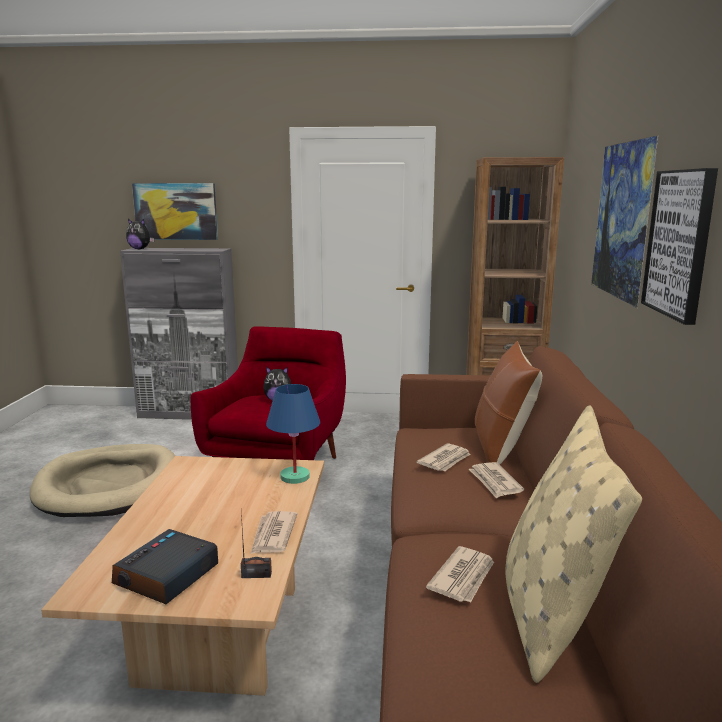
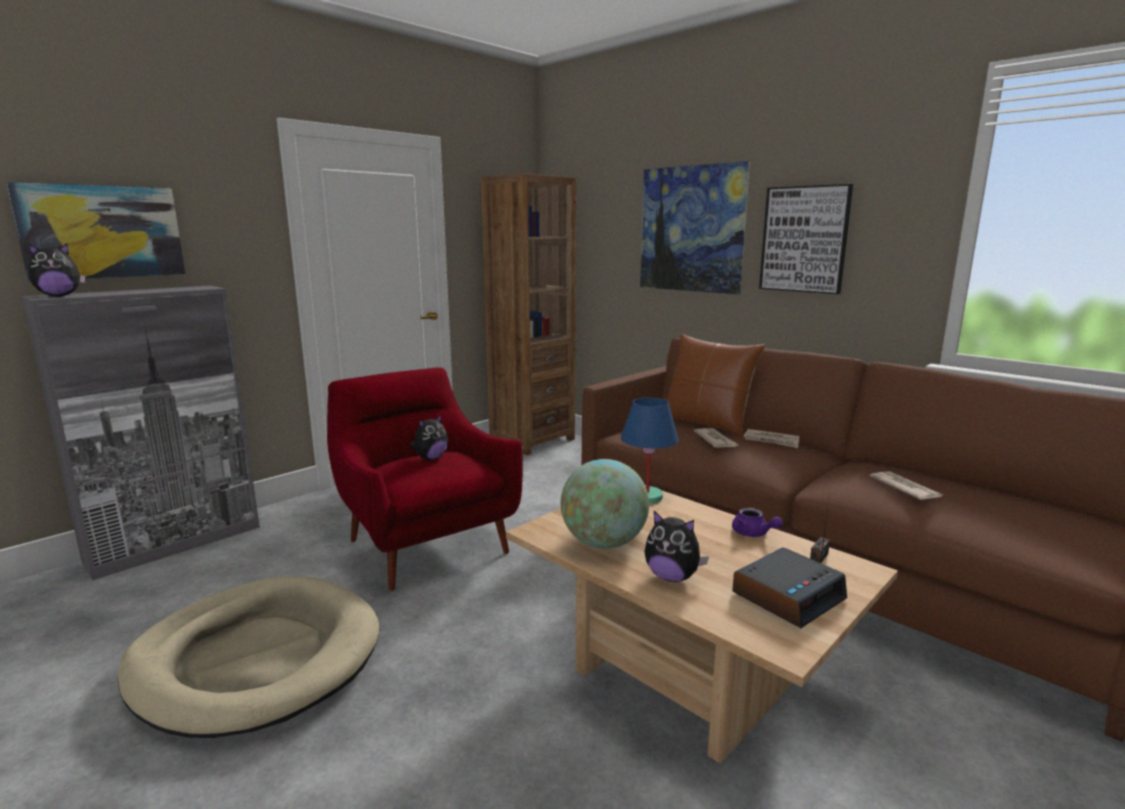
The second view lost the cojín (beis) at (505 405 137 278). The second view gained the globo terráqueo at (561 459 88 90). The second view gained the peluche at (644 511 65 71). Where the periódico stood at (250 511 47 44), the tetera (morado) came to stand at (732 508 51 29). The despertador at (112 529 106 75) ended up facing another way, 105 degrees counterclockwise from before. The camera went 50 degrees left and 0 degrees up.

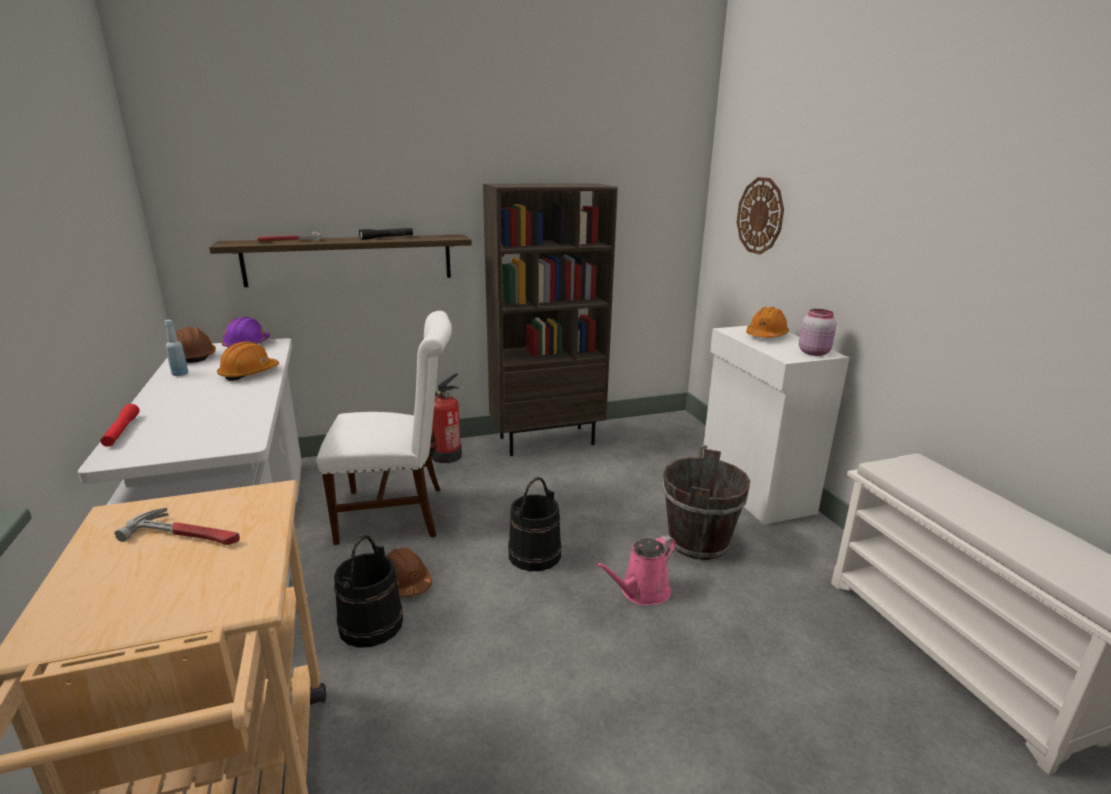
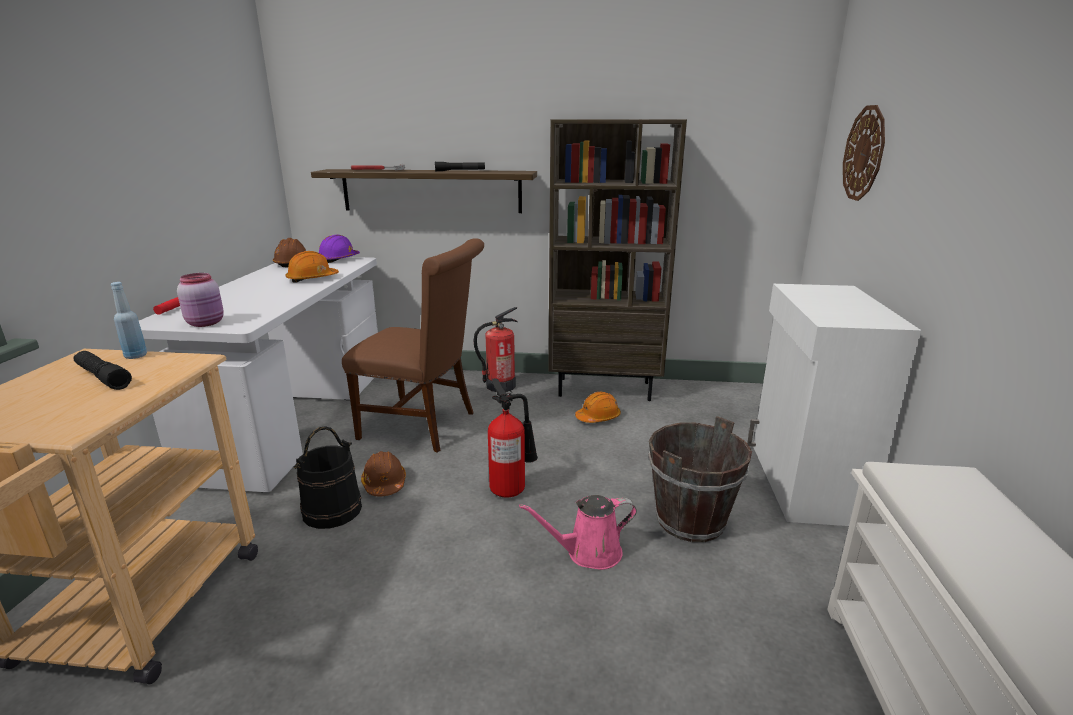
The botella (azul) ended up elsewhere, having gone from (164 320 24 56) to (111 282 36 77). The casco (naranja) ended up elsewhere, having gone from (746 307 43 31) to (575 392 46 31). The tarro (rosa) ended up elsewhere, having gone from (799 309 37 47) to (177 273 47 54). Where the martillo stood at (114 508 126 37), the linterna (negro) came to stand at (73 351 59 39). Where the cubo (negro) stood at (508 477 54 94), the extintor came to stand at (488 378 50 120). What was the silla (blanco) at (317 311 135 234) turned into the silla (marrón) at (342 238 142 214). The camera went 25 degrees right and 0 degrees up.

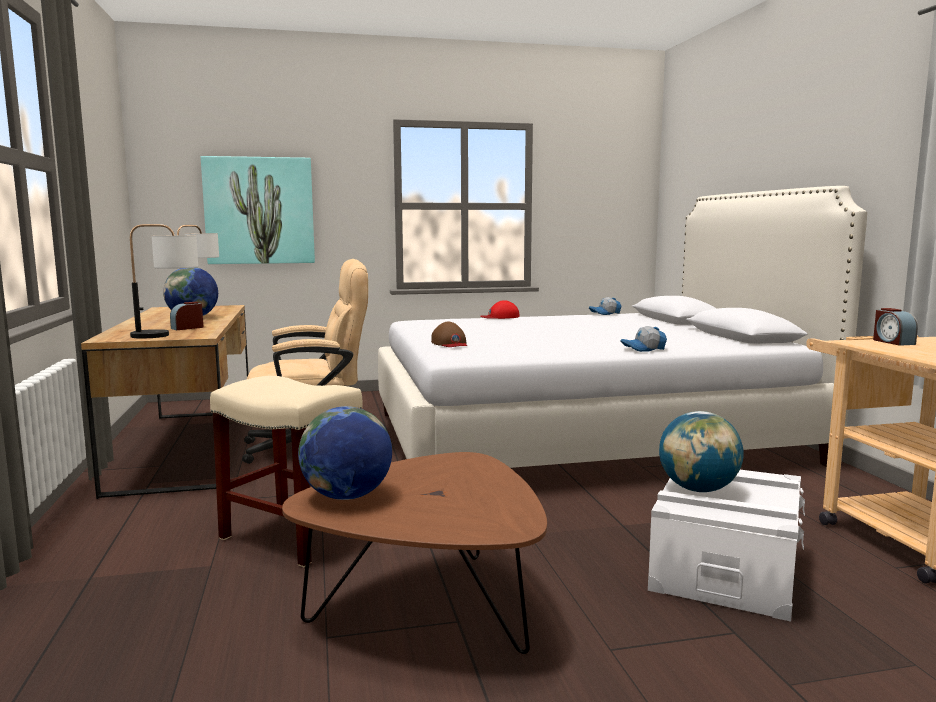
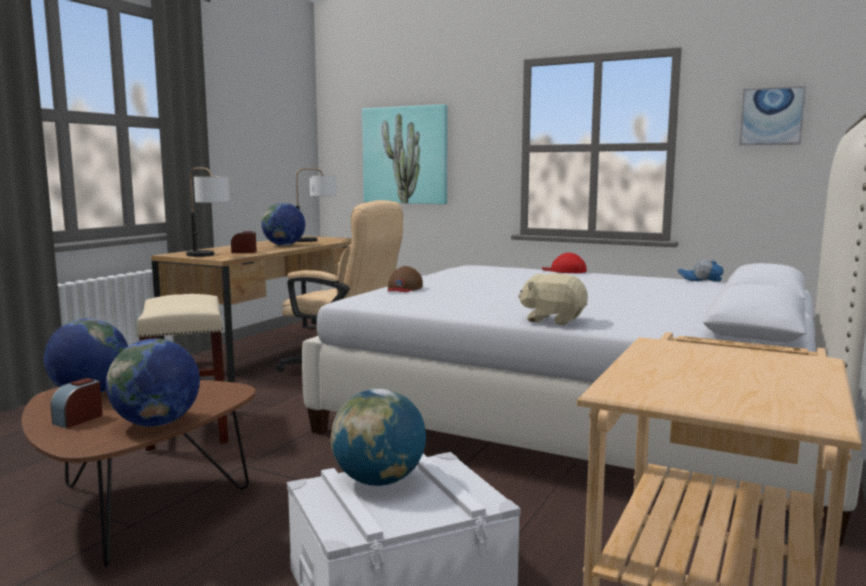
The second view gained the globo terráqueo at (106 339 94 87). The second view gained the cuadro at (739 86 67 59). The despertador ended up elsewhere, having gone from (873 308 45 38) to (51 378 52 50). Where the gorra stood at (620 326 47 26), the peluche (beis) came to stand at (518 273 70 52). The camera went 40 degrees right and 0 degrees up.

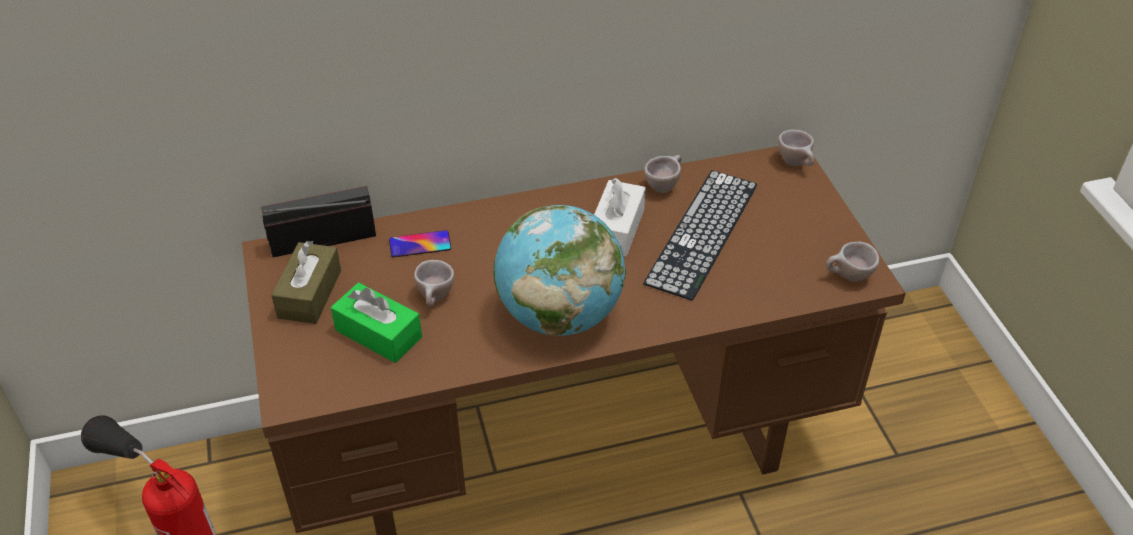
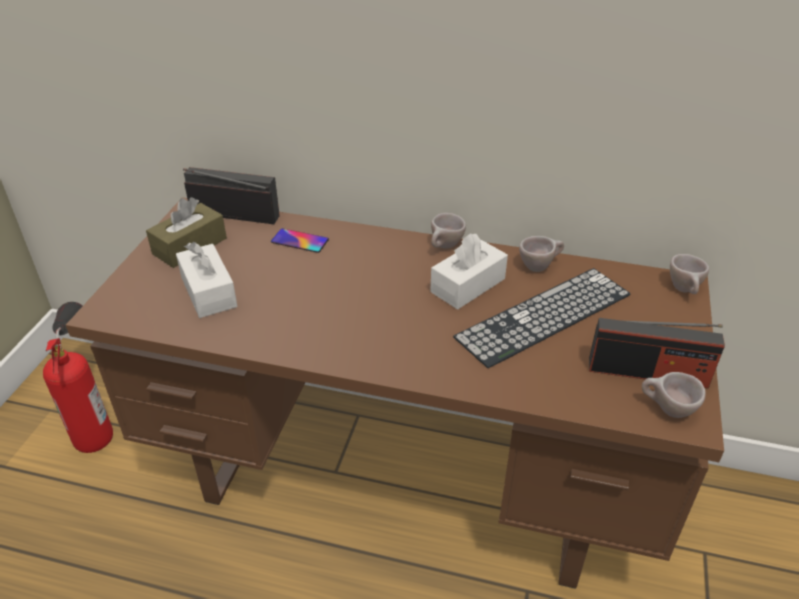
The second view lost the globo terráqueo at (494 205 132 131). The second view gained the radio at (589 318 136 70). The taza (beis) ended up elsewhere, having gone from (414 260 40 47) to (431 213 35 35). What was the caja de pañuelos (verde) at (331 282 91 81) turned into the caja de pañuelos (blanco) at (176 242 61 76). The camera went 30 degrees right and 5 degrees down.

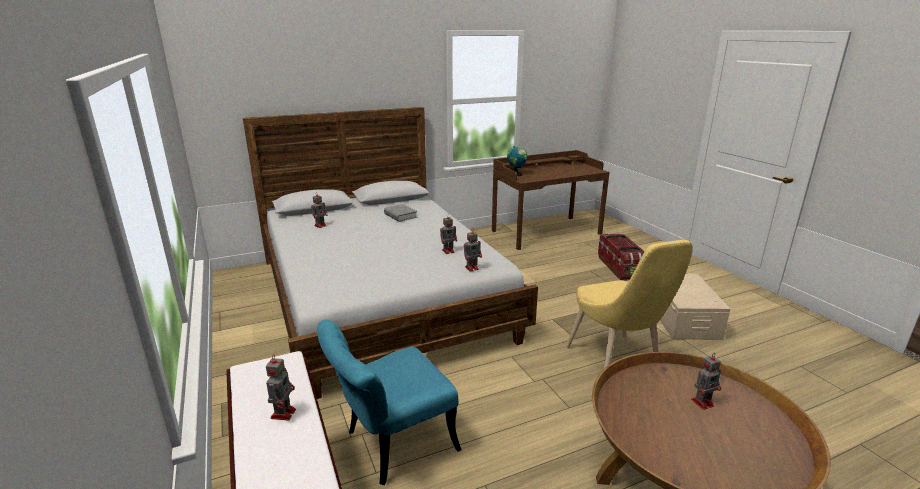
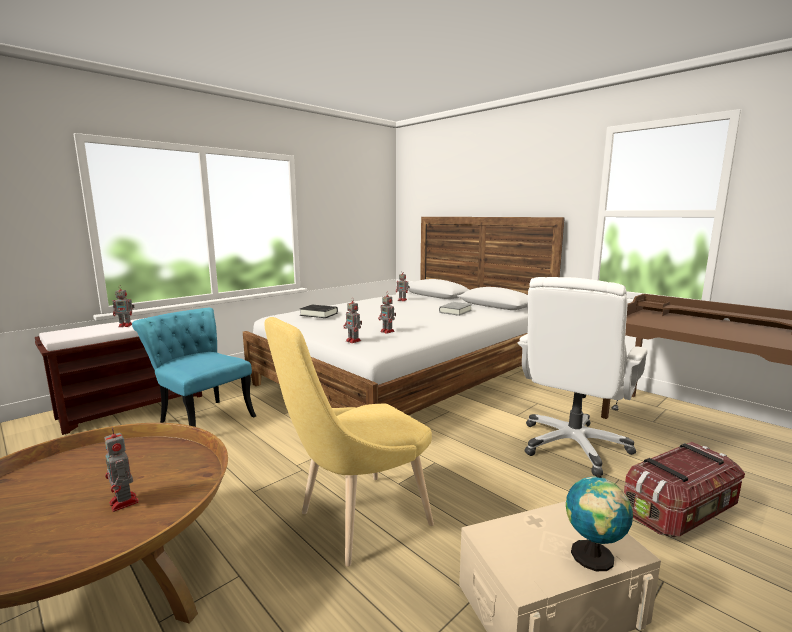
The second view gained the libro (negro) at (300 305 38 13). The second view gained the silla de oficina (blanco) at (518 277 130 199). The globo terráqueo ended up elsewhere, having gone from (507 146 20 30) to (566 474 67 97). The camera went 70 degrees right and 10 degrees down.

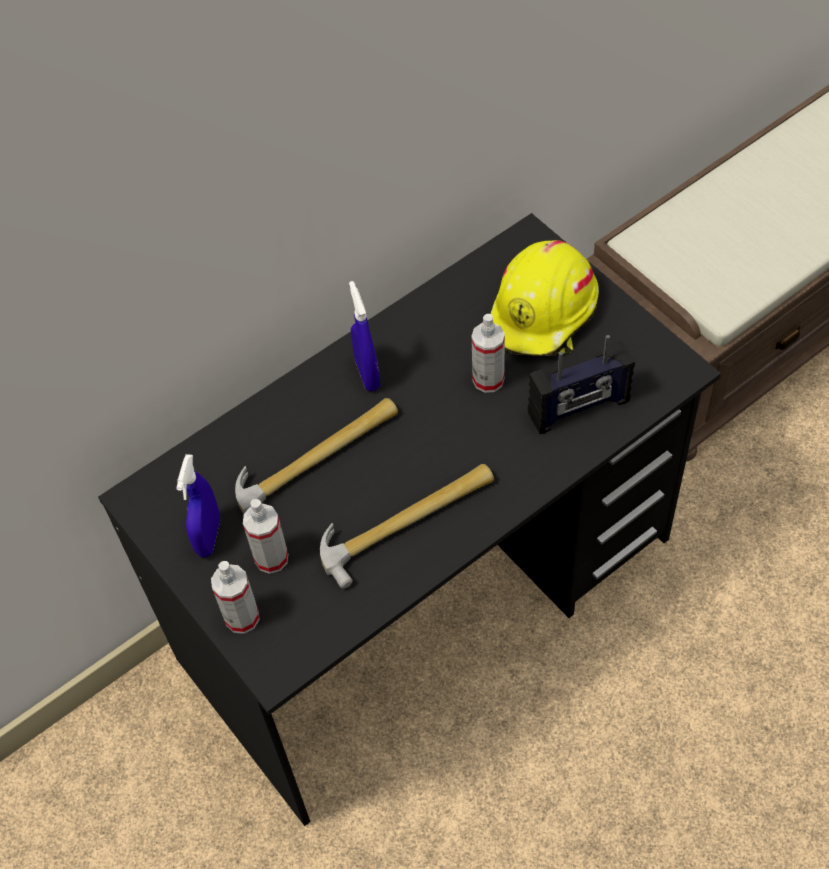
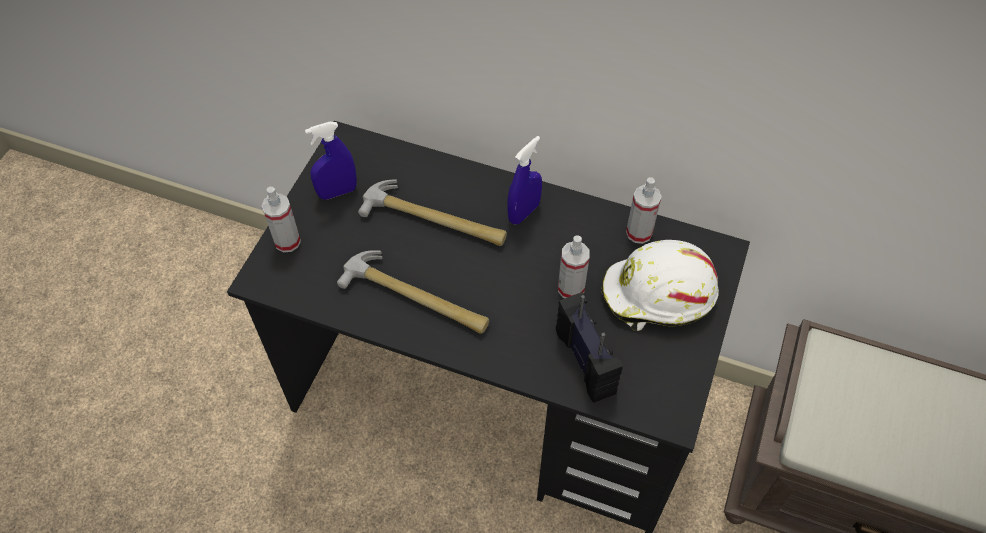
The pulverizador ended up elsewhere, having gone from (243 499 45 75) to (626 177 36 67). What was the casco (amarillo) at (490 240 109 116) turned into the casco (blanco) at (601 240 118 91). The radio at (528 335 107 99) ended up facing another way, 150 degrees counterclockwise from before. The camera went 55 degrees right and 0 degrees up.

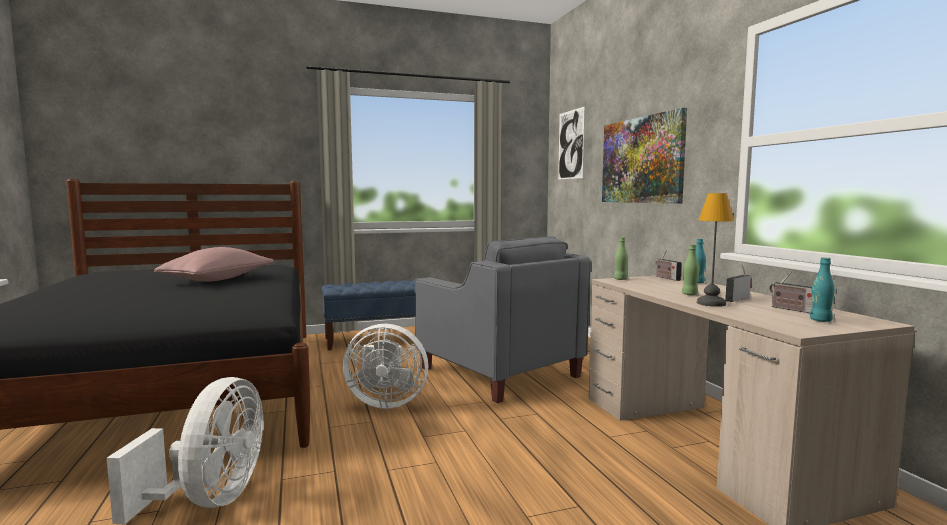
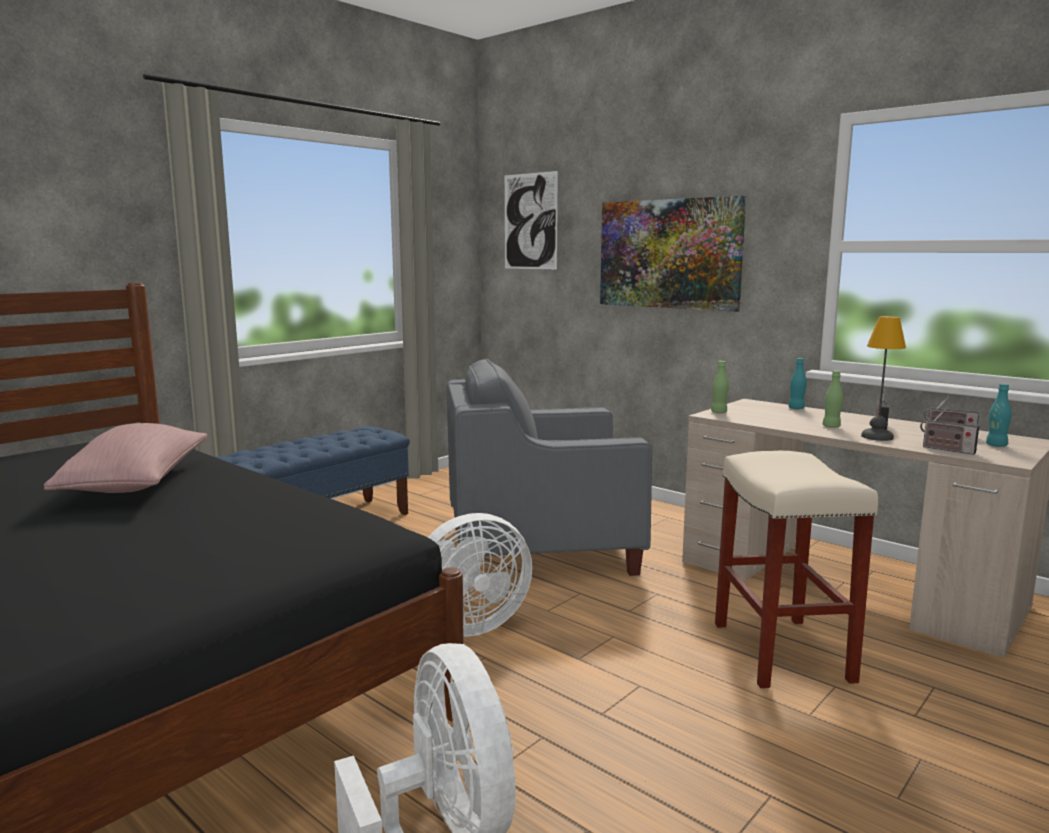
The second view gained the taburete (beis) at (715 451 163 237). The radio ended up elsewhere, having gone from (656 250 26 31) to (920 407 59 48). The sillón (gris) at (415 237 176 166) ended up facing another way, 150 degrees clockwise from before. The camera went 30 degrees left and 5 degrees up.

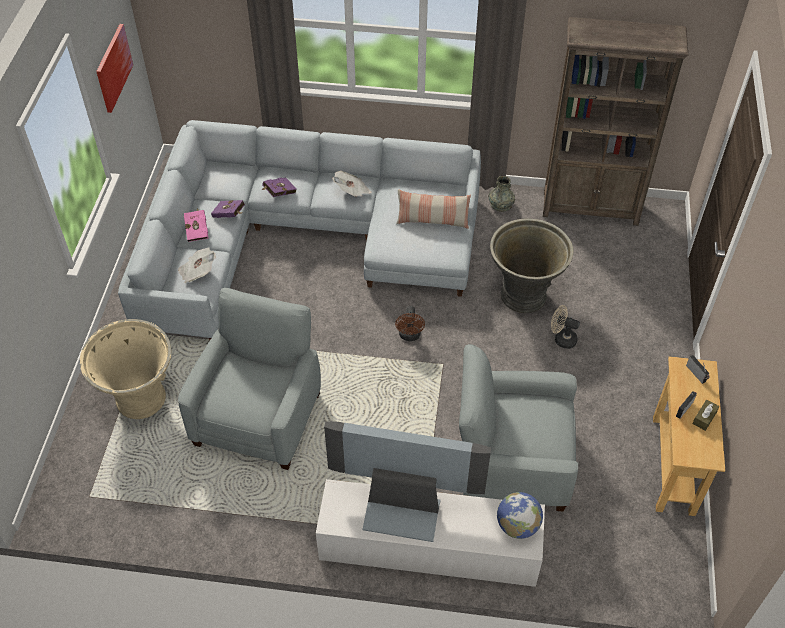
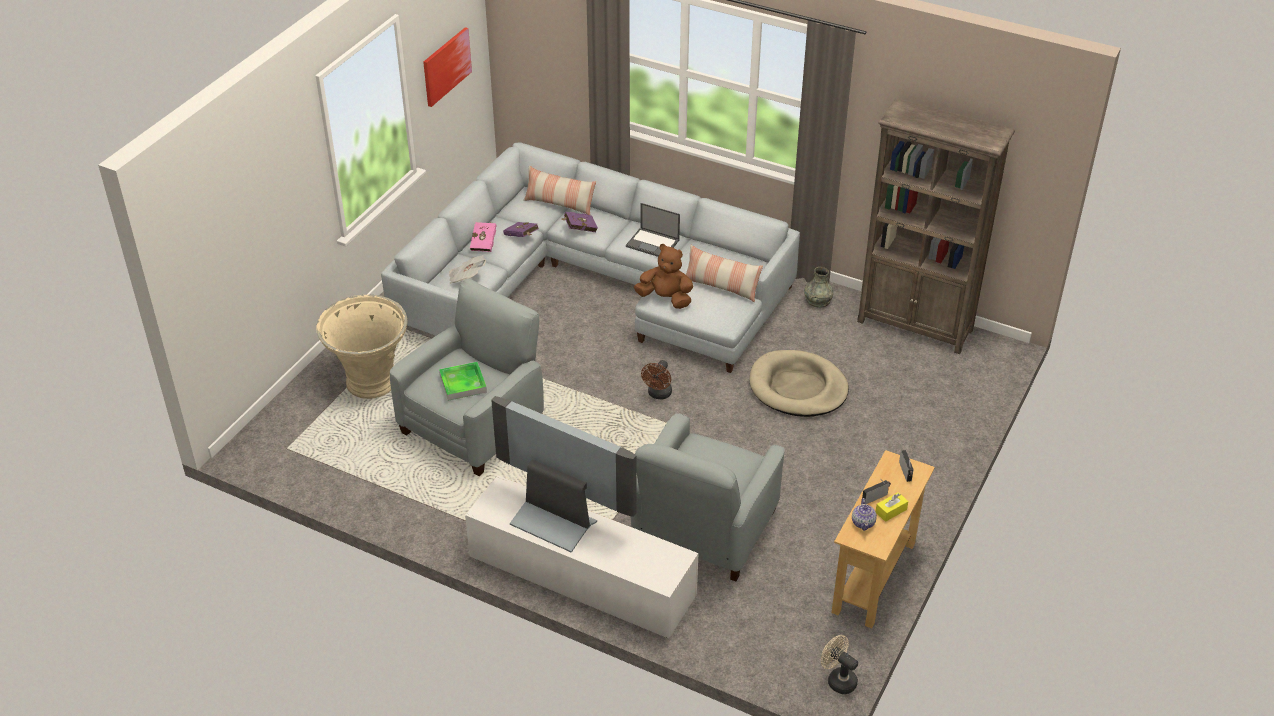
The second view lost the globo terráqueo at (497 492 46 47). The second view gained the bandeja at (439 362 48 39). The second view gained the cojín at (523 166 73 49). The second view gained the peluche (marrón) at (634 244 59 65). The second view gained the tetera at (852 498 25 33). The ventilador (beis) ended up elsewhere, having gone from (551 305 29 44) to (821 635 37 59). Where the periódico stood at (332 171 39 26), the portátil came to stand at (626 203 54 54). Where the maceta (gris) stood at (490 218 84 95), the cama para perro (beis) came to stand at (749 350 100 67). What was the caja de pañuelos (marrón) at (692 400 27 31) turned into the caja de pañuelos (amarillo) at (876 492 32 30). The sillón (gris) at (459 344 119 167) ended up facing another way, 90 degrees counterclockwise from before. The camera went 20 degrees right and 10 degrees down.

